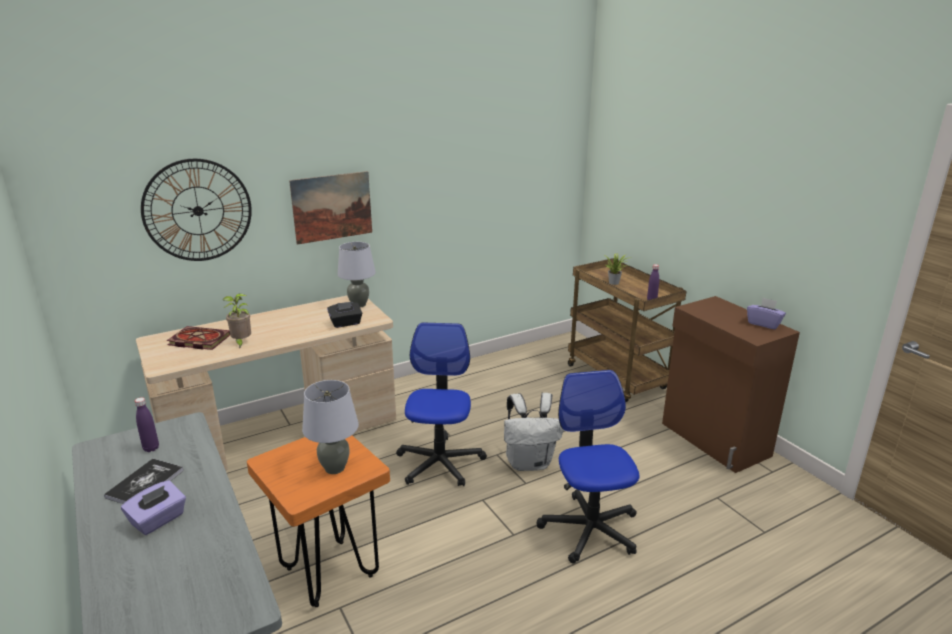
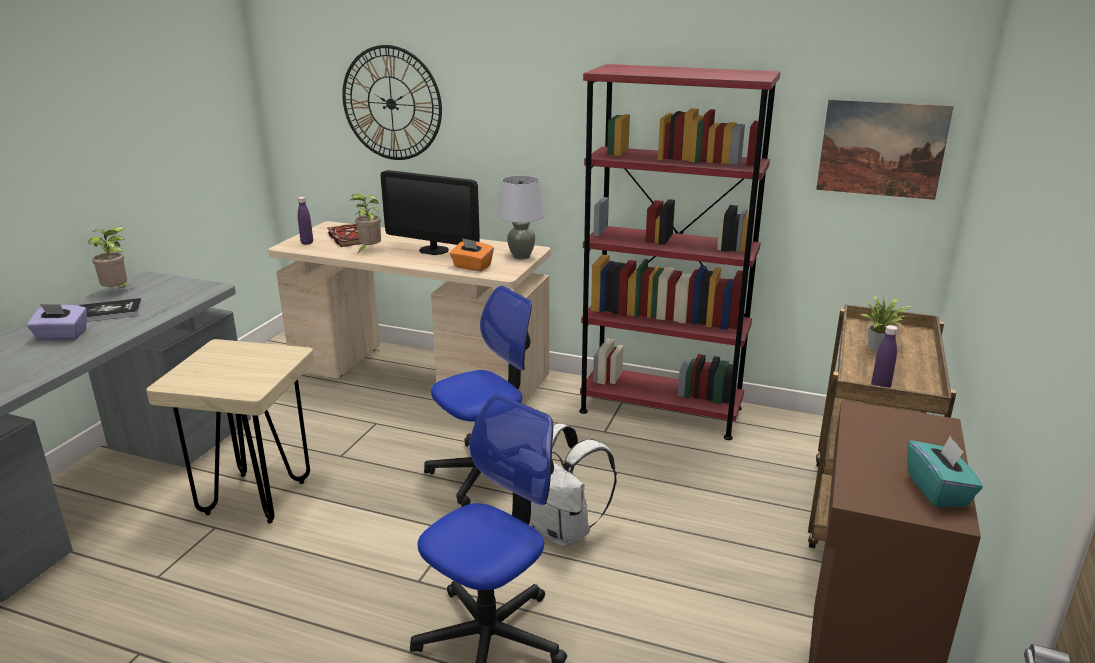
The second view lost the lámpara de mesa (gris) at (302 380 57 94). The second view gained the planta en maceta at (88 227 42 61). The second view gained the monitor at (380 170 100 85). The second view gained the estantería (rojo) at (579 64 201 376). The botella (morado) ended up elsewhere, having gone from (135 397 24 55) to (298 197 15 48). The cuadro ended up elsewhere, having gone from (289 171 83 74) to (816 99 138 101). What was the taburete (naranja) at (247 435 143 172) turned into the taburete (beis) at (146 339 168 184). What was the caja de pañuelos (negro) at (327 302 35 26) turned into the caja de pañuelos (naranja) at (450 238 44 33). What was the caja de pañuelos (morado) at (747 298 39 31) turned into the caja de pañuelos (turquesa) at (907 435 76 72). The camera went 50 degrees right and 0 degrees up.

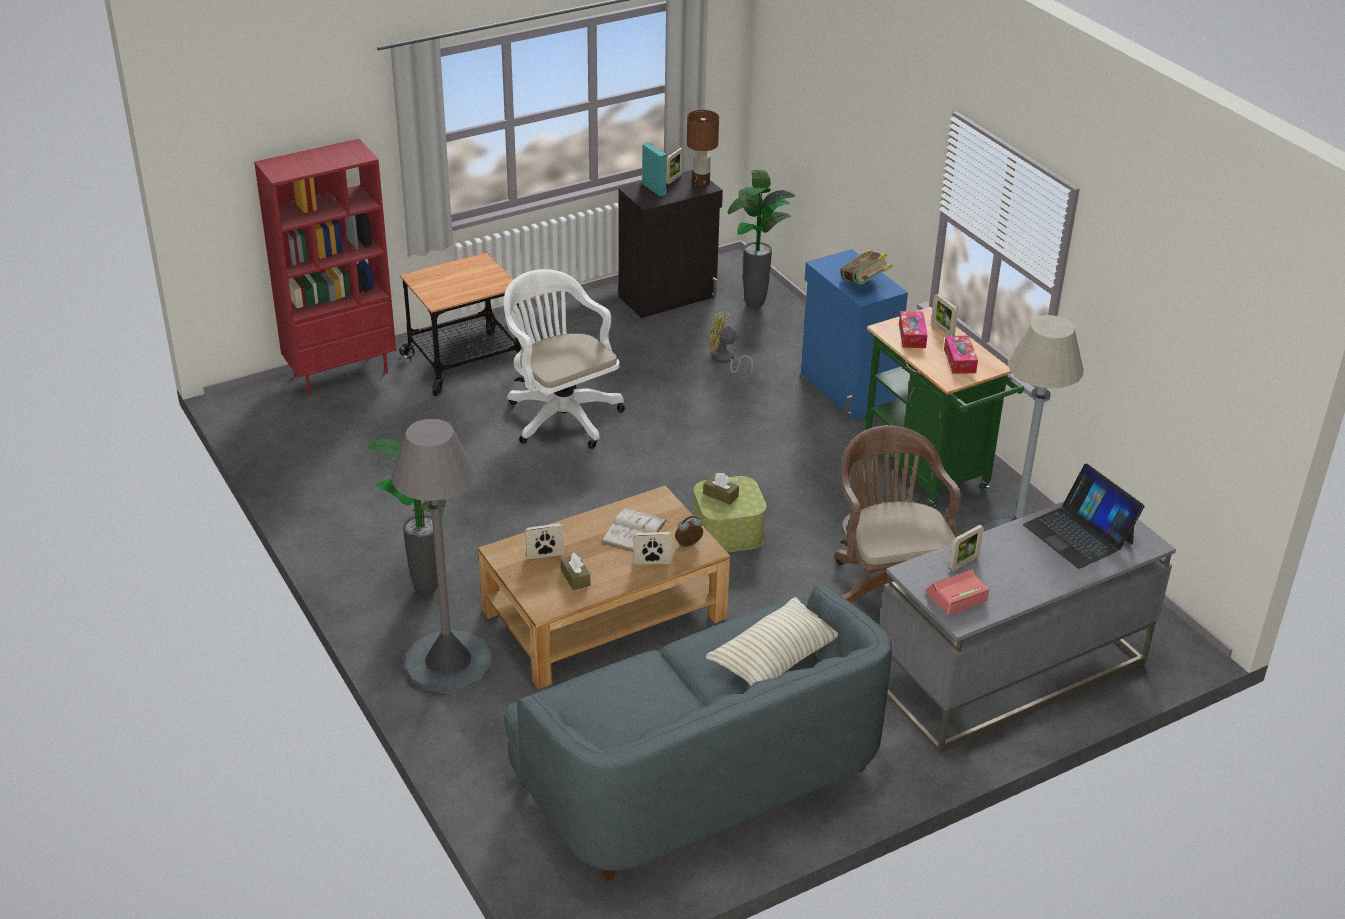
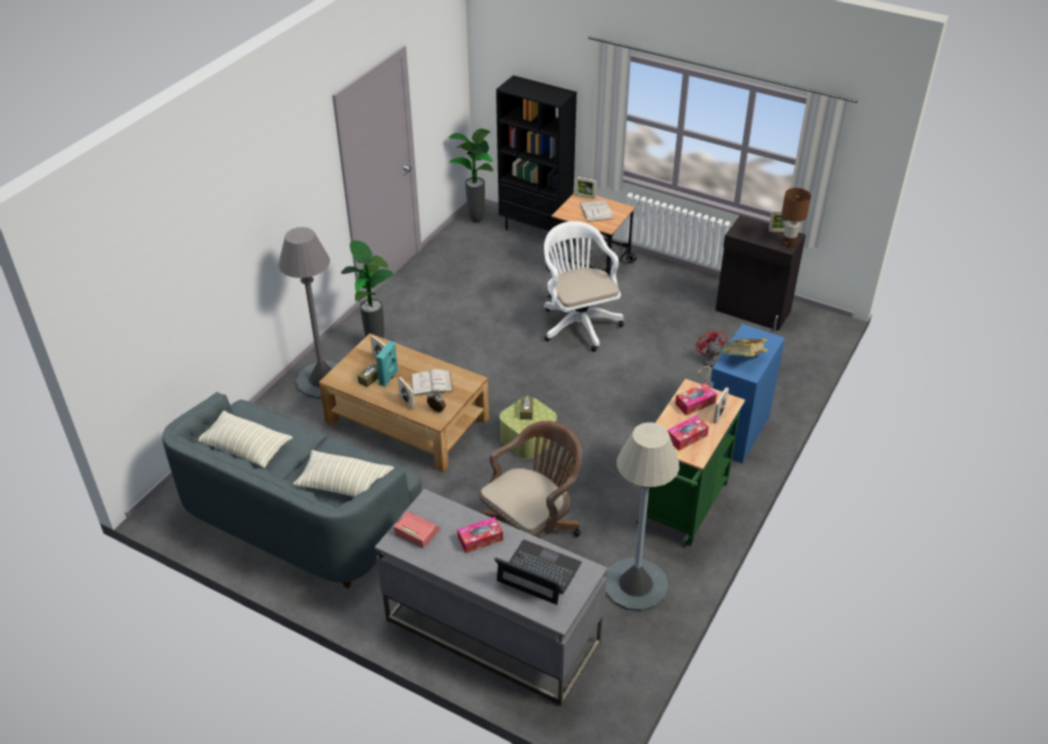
The second view gained the cojín at (198 411 95 57). The second view gained the caja de pañuelos at (457 517 46 36). The second view gained the libro (blanco) at (580 200 33 22). The altavoz (turquesa) ended up elsewhere, having gone from (642 142 25 54) to (376 341 22 46). The planta en maceta ended up elsewhere, having gone from (727 170 68 139) to (449 129 44 94). The portarretratos ended up elsewhere, having gone from (949 525 35 46) to (575 177 21 22). What was the estantería (rojo) at (254 139 142 256) turned into the estantería (negro) at (496 75 81 156). What was the ventilador (amarillo) at (708 312 45 63) turned into the ventilador (rojo) at (696 329 31 53). The silla de oficina (blanco) at (503 269 122 180) ended up facing another way, 45 degrees counterclockwise from before. The portátil at (1023 464 122 105) ended up facing another way, 90 degrees clockwise from before. The camera went 60 degrees right and 5 degrees up.

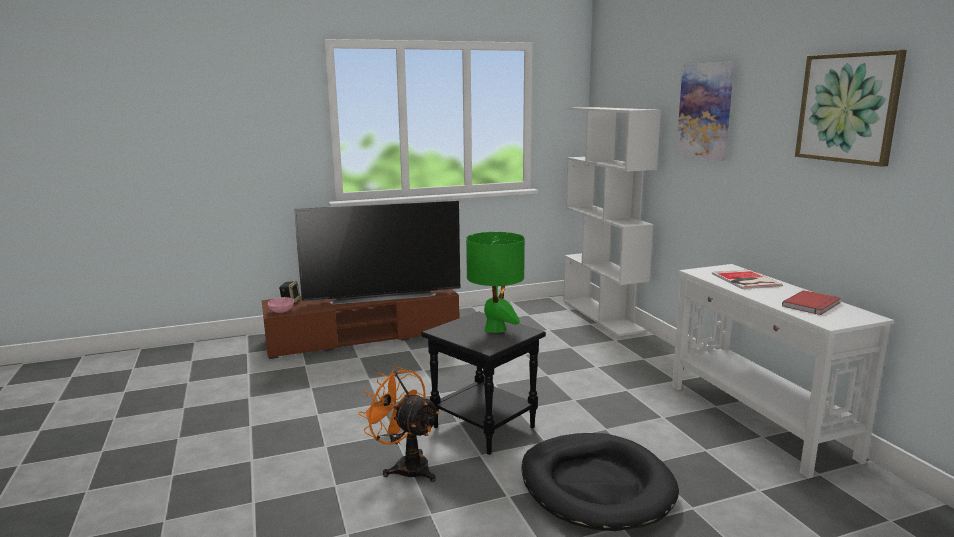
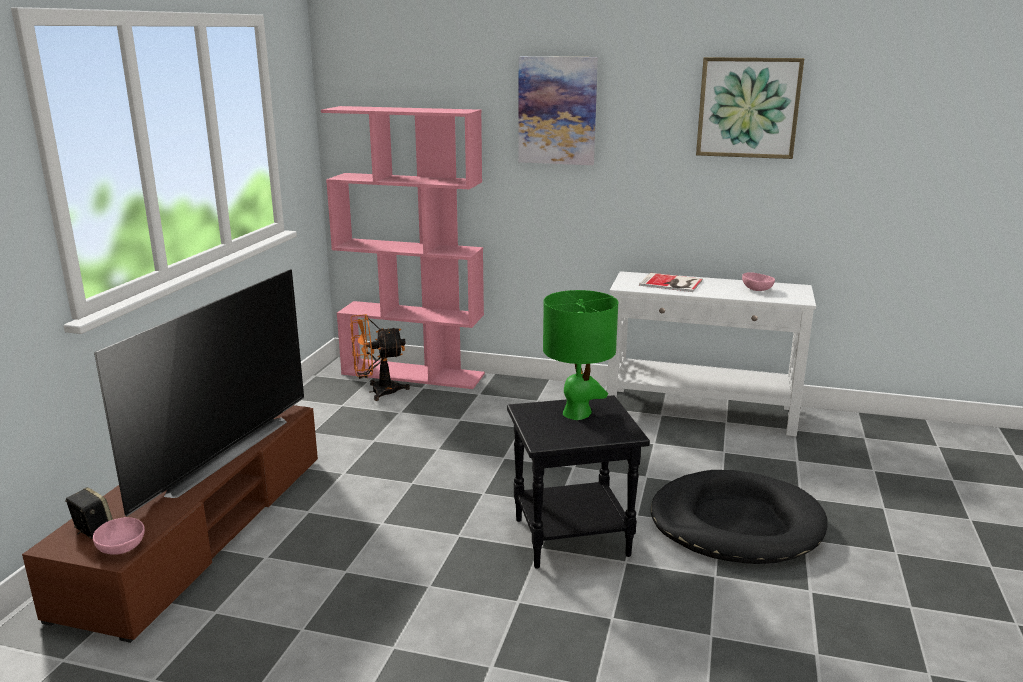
The ventilador (naranja) ended up elsewhere, having gone from (358 366 82 116) to (350 314 60 87). Where the libro (rojo) stood at (782 290 59 25), the cuenco (rosa) came to stand at (742 273 33 18). What was the estantería (blanco) at (563 107 98 229) turned into the estantería (rosa) at (321 106 164 283). The camera went 55 degrees left and 5 degrees up.

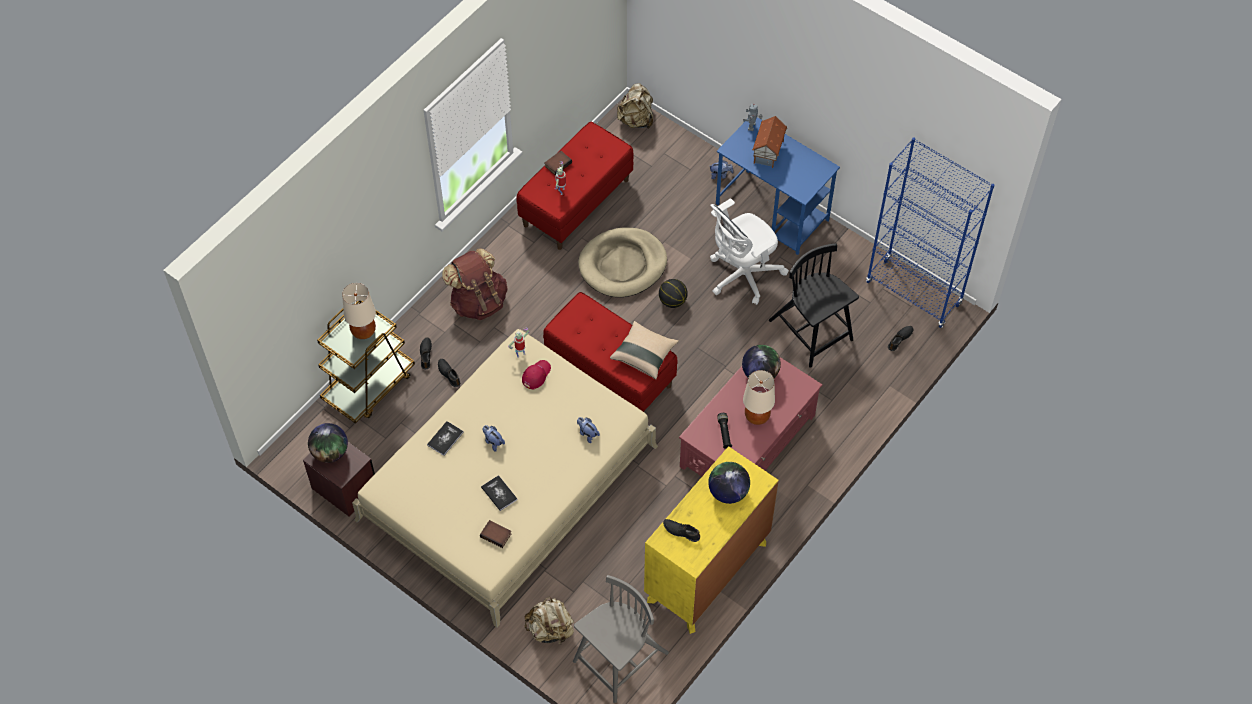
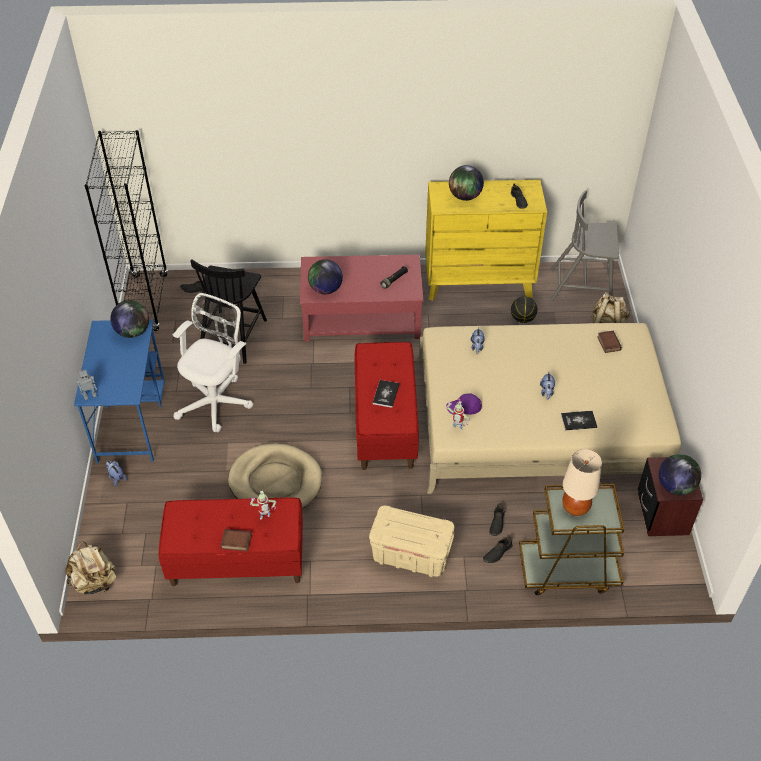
The second view lost the cojín (beis) at (610 321 69 58). The second view lost the lámpara de mesa (beis) at (743 370 32 55). The second view lost the casita at (752 116 35 52). The second view gained the globo terráqueo at (110 300 39 38). The libro ended up elsewhere, having gone from (481 475 36 36) to (373 380 26 28). The balón de baloncesto ended up elsewhere, having gone from (659 279 29 29) to (511 296 26 27). Where the mochila (marrón) stood at (442 248 66 72), the caja de almacenaje (beis) came to stand at (369 506 86 71). What was the gorra (rojo) at (522 360 29 29) turned into the gorra (morado) at (446 394 36 21). What was the estantería (azul) at (866 137 129 191) turned into the estantería (negro) at (85 130 83 201). The silla de oficina (blanco) at (710 198 79 107) ended up facing another way, 75 degrees counterclockwise from before. The camera went 130 degrees left and 10 degrees down.

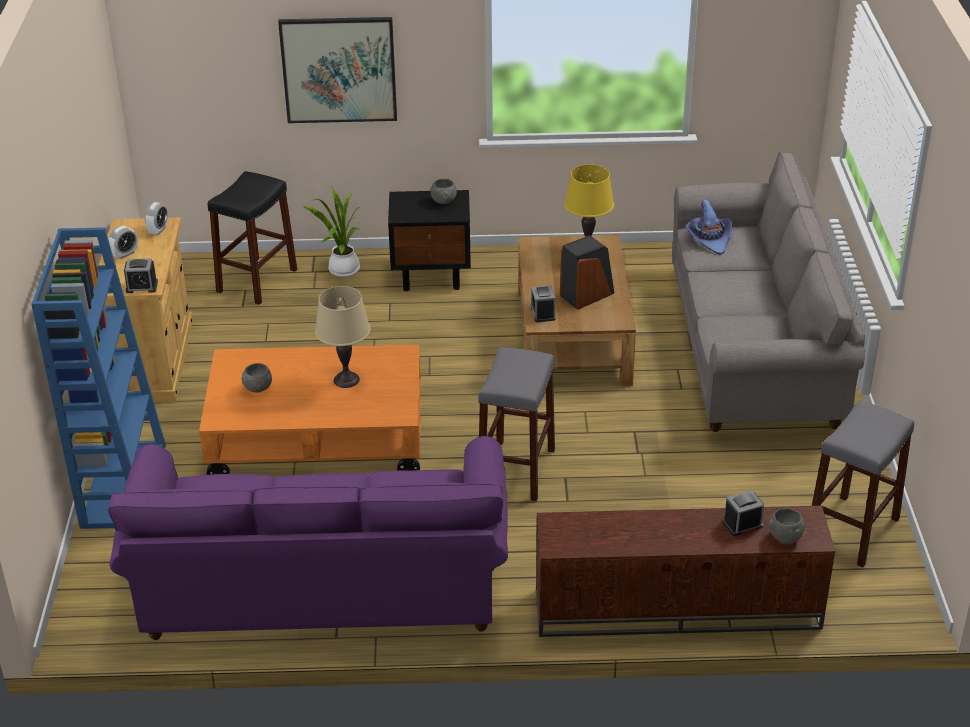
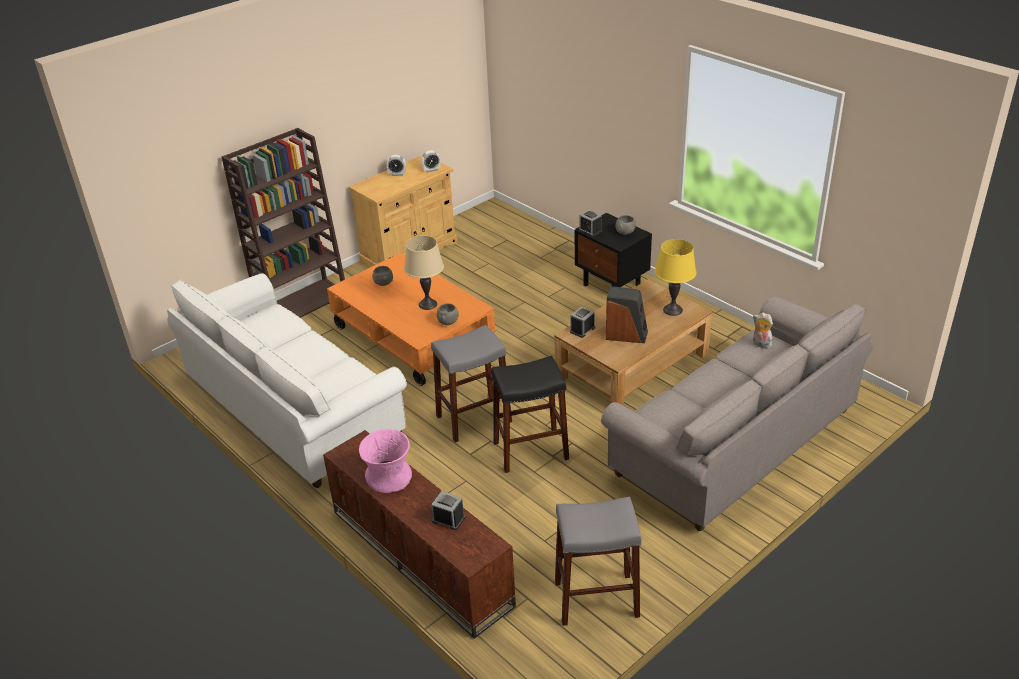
The second view lost the cuadro at (278 17 119 106). The second view lost the planta en maceta at (303 187 57 90). The second view gained the florero (rosa) at (359 429 53 64). The despertador ended up elsewhere, having gone from (124 259 34 34) to (579 210 23 27). The taburete (negro) ended up elsewhere, having gone from (208 171 89 134) to (491 356 78 117). The cuenco (gris) ended up elsewhere, having gone from (769 508 36 36) to (437 303 22 22). Where the sombrero (morado) stood at (685 200 47 55), the peluche came to stand at (753 312 20 37). What was the estantería (azul) at (31 227 135 302) turned into the estantería (marrón) at (221 128 124 190). What was the sofá (morado) at (108 436 400 204) turned into the sofá (blanco) at (167 273 240 215). The camera went 50 degrees right and 0 degrees up.

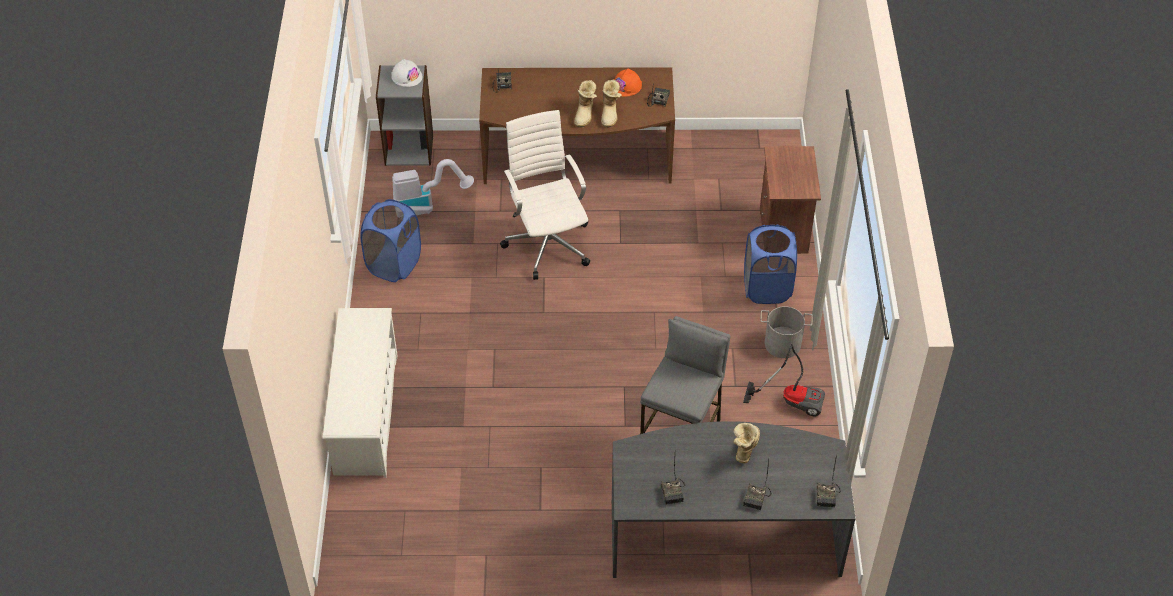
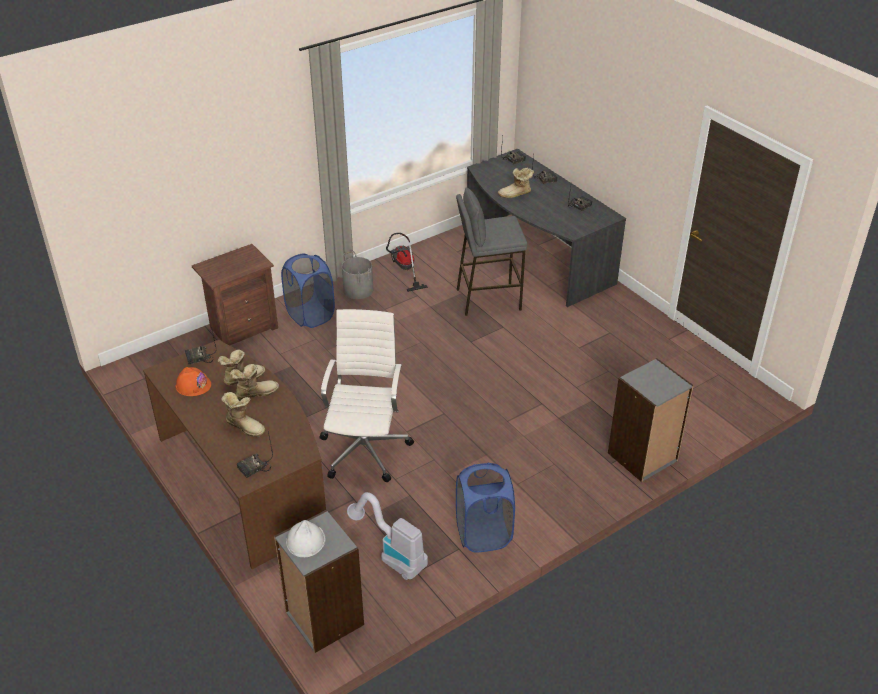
The second view gained the bota at (221 392 44 45). Where the zapatero (blanco) stood at (323 308 74 170), the estantería (gris) came to stand at (608 358 86 124). The silla de oficina (blanco) at (500 110 90 170) ended up facing another way, 150 degrees clockwise from before. The camera went 125 degrees left and 10 degrees down.

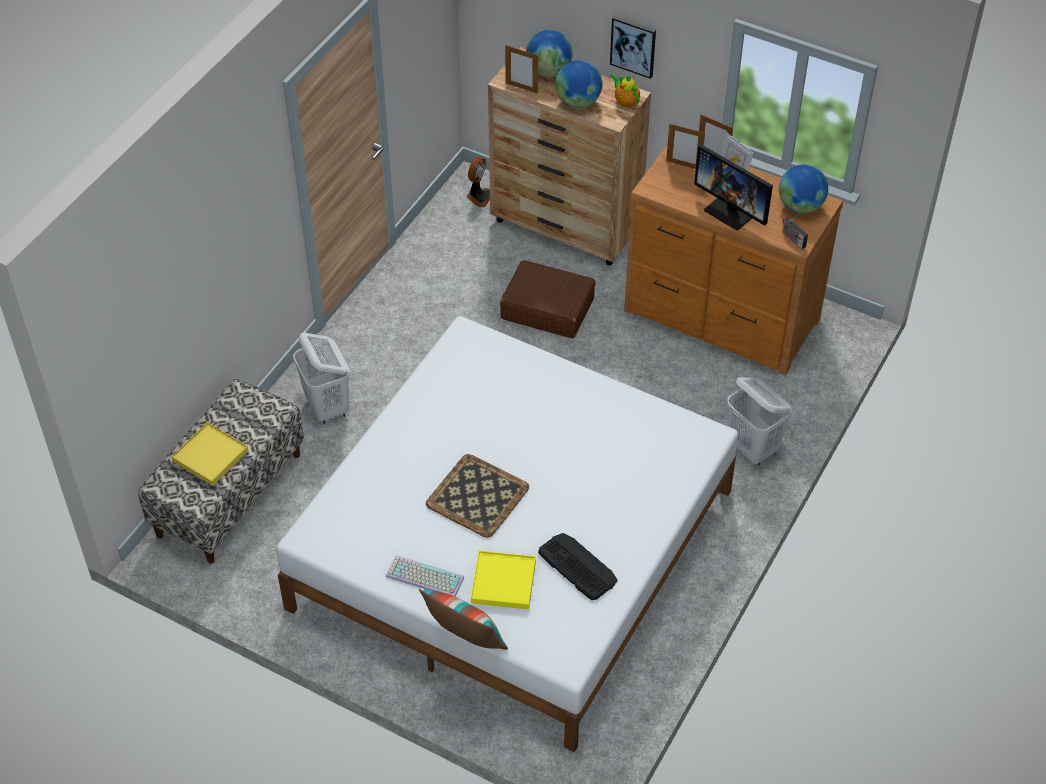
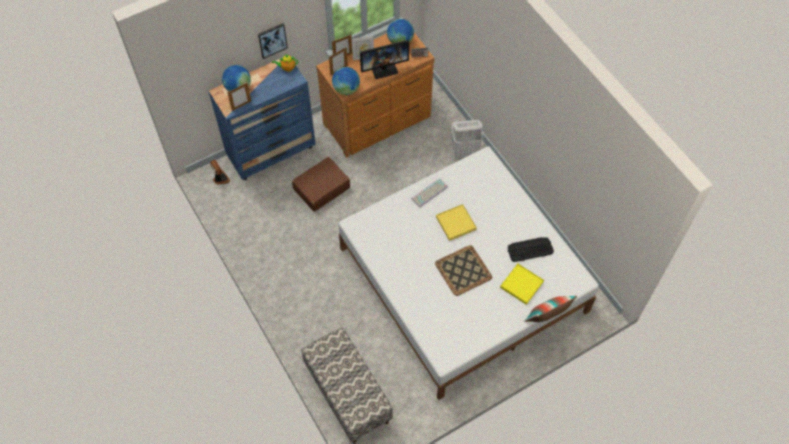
The second view lost the cesto de la ropa (blanco) at (294 333 55 91). The bandeja (amarillo) ended up elsewhere, having gone from (171 422 77 64) to (436 204 41 37). The teclado ended up elsewhere, having gone from (386 555 78 42) to (411 178 37 30). The globo terráqueo ended up elsewhere, having gone from (555 60 47 48) to (332 67 28 28). What was the cómoda (marrón) at (488 47 163 218) turned into the cómoda (azul) at (209 57 107 123). The camera went 60 degrees left and 10 degrees up.

